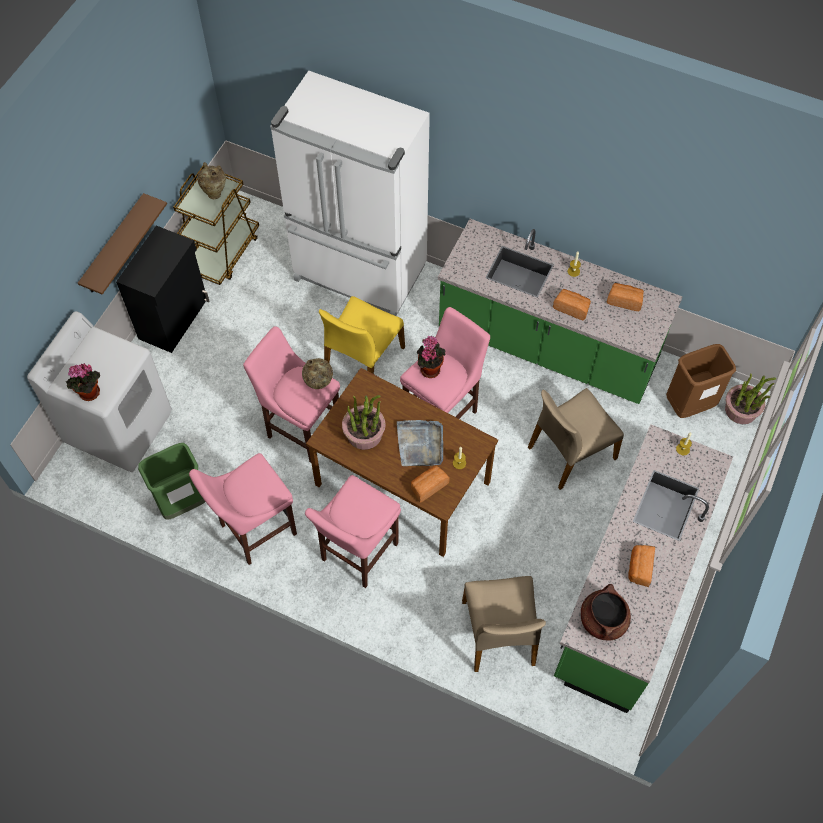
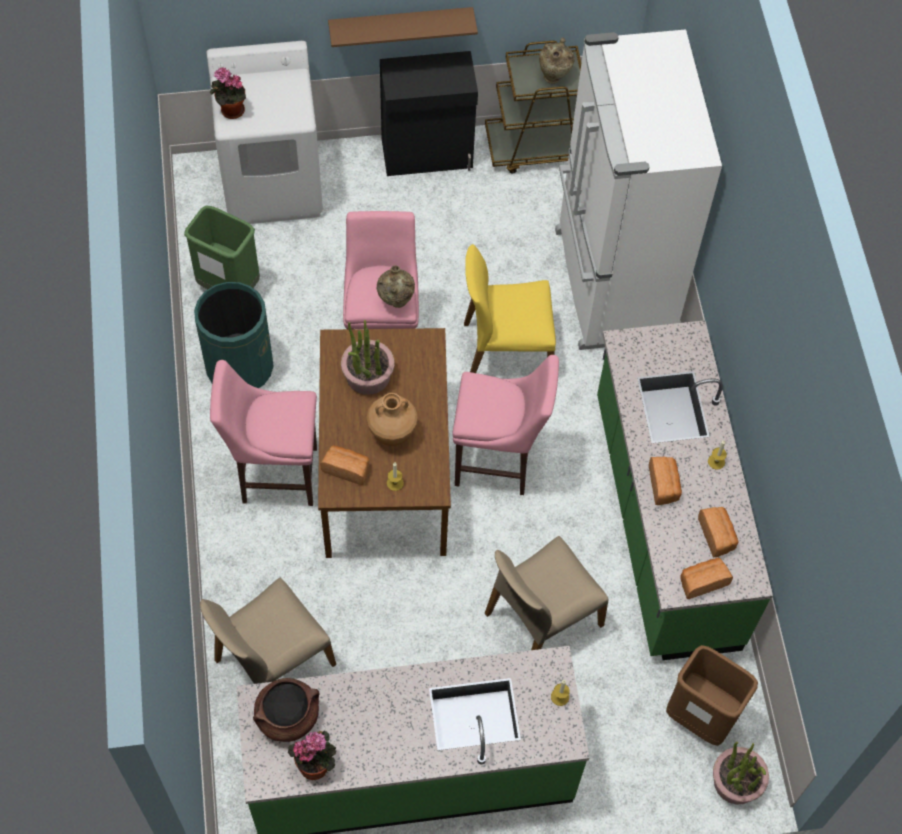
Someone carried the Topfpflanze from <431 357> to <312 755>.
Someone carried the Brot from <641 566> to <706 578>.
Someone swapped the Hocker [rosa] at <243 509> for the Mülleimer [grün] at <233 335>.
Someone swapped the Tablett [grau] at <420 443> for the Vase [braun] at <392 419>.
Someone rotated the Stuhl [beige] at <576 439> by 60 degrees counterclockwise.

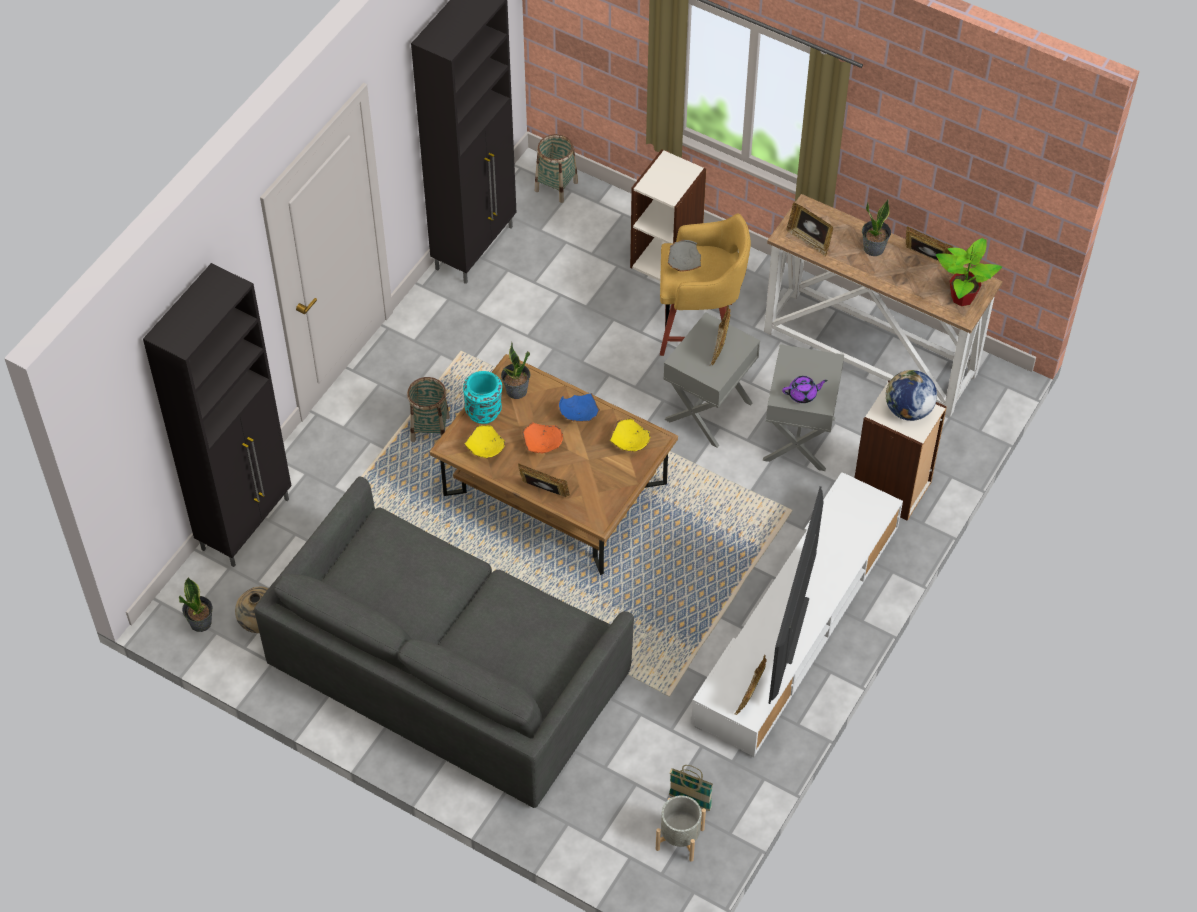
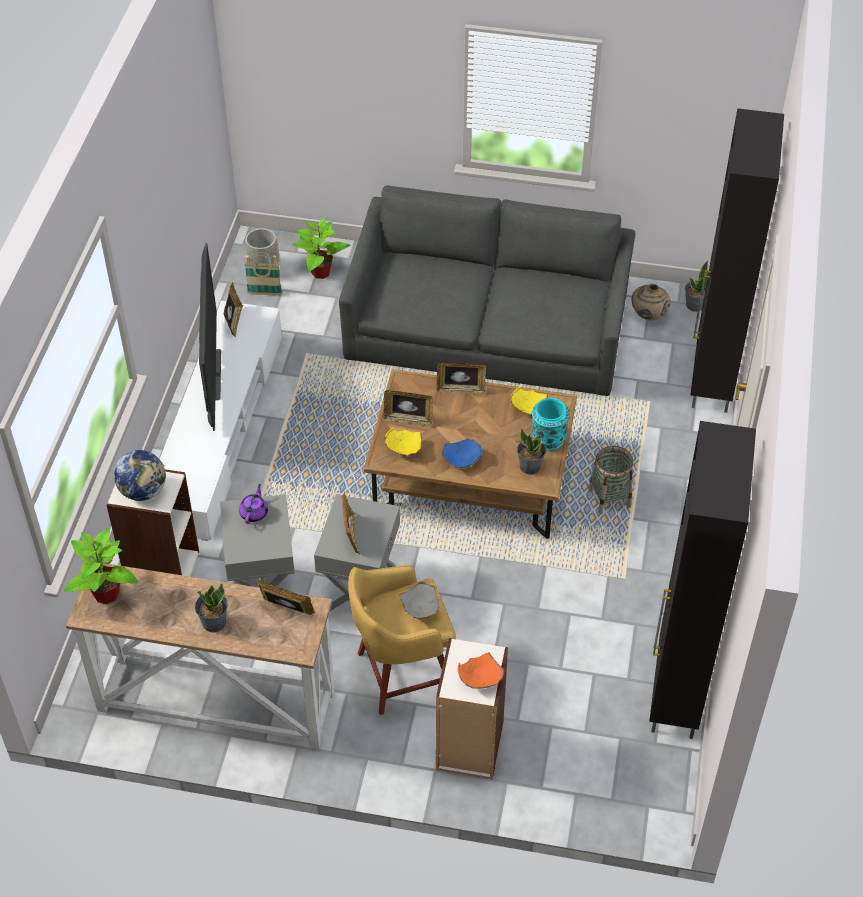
Someone took away the Korb at <556 168>.
Someone put down the Topfpflanze at <321 248>.
Someone carried the Schüssel [orange] from <542 437> to <481 670>.
Someone carried the Bilderrahmen from <929 243> to <408 408>.
Someone rotated the Teekanne [lila] at <805 389> by 135 degrees clockwise.

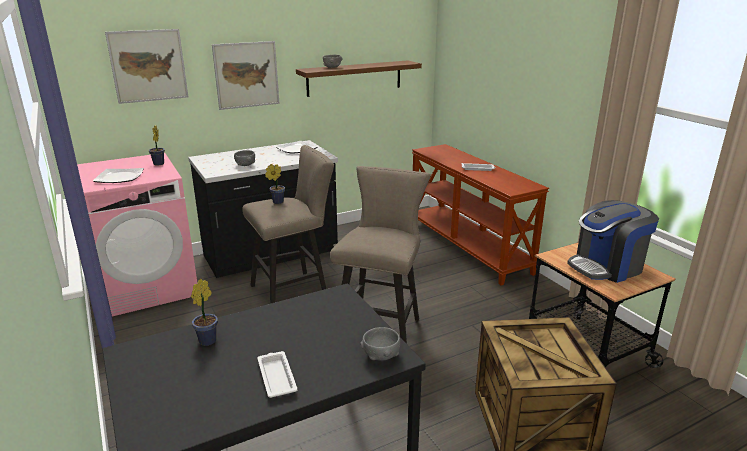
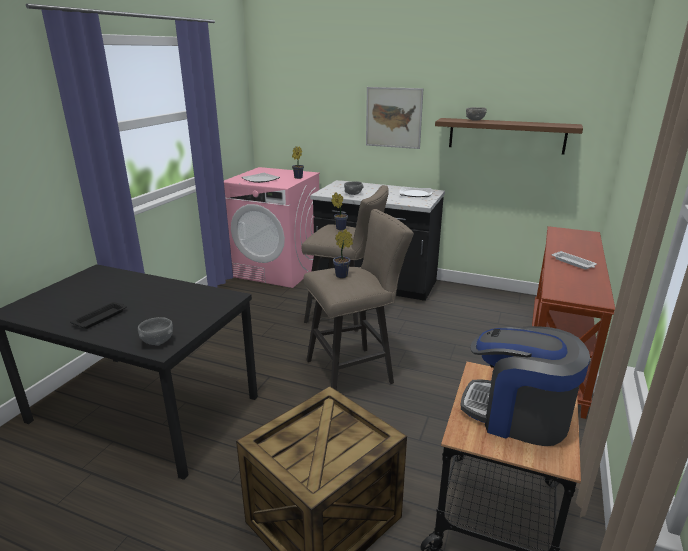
Someone took away the Bild at <147 66>.
Someone carried the Topfpflanze from <204 312> to <343 253>.
Someone repainted the Tablett [weiß] at <277 374>, which became the Tablett [schwarz] at <98 315>.

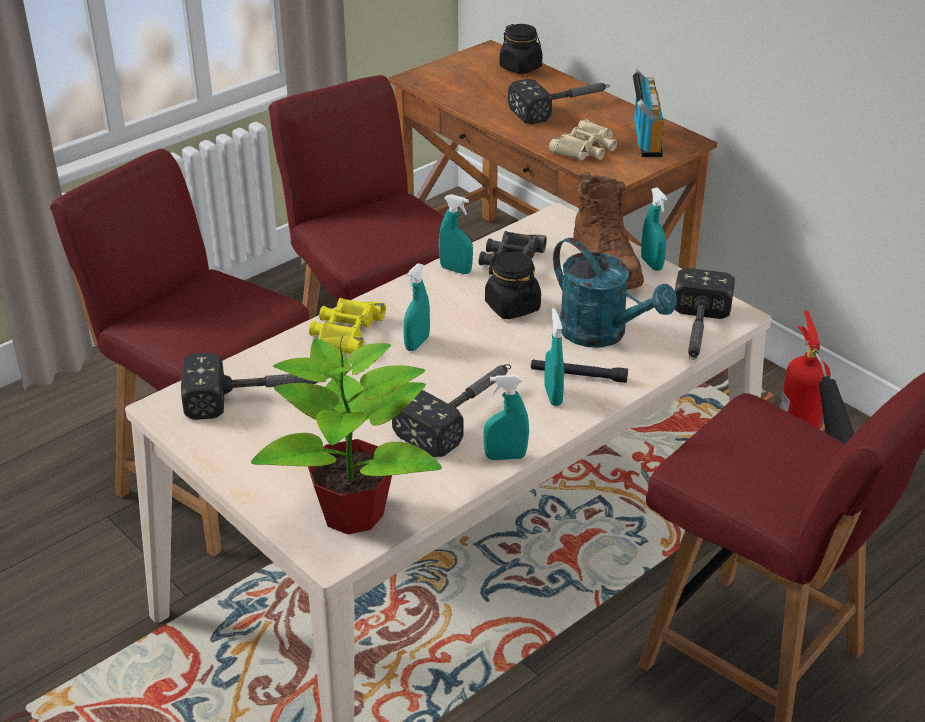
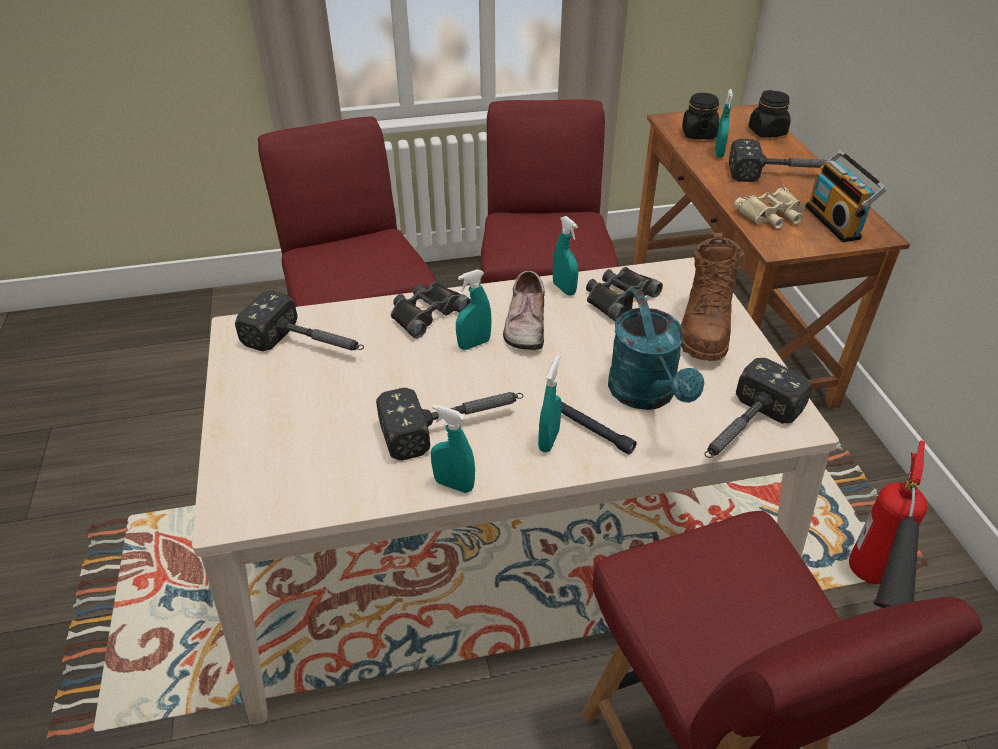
Someone took away the Topfpflanze at <346 435>.
Someone put down the Schuh at <524 310>.
Someone carried the Vorratsglas [schwarz] from <513 285> to <700 116>.
Someone carried the Sprühflasche [türkis] from <654 229> to <724 123>.
Someone repainted the Fernglas [gelb] at <347 326>, which became the Fernglas [schwarz] at <431 310>.
Someone rotated the Radio at <647 113> by 135 degrees clockwise.

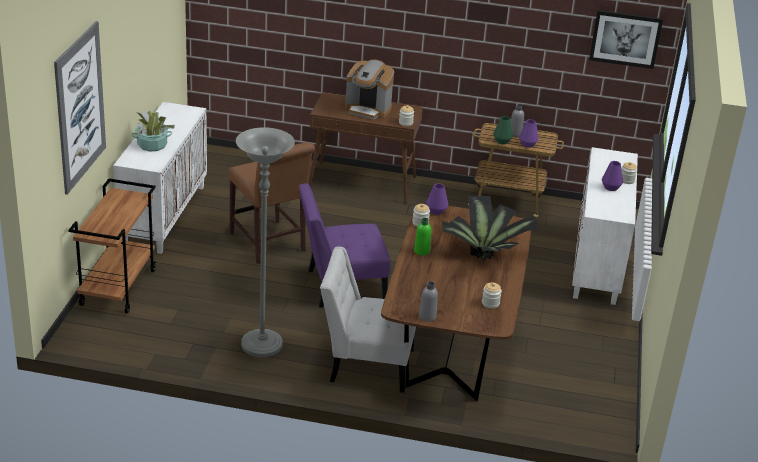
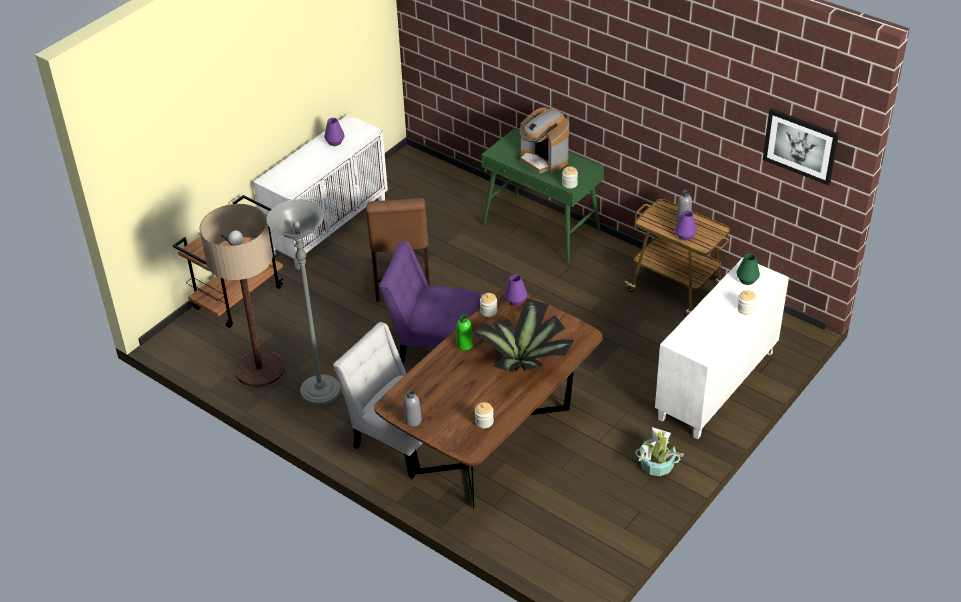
Someone took away the Bild at <80 108>.
Someone put down the Stehlampe at <242 296>.
Someone carried the Topfpflanze from <153 131> to <659 451>.
Someone carried the Vase [grün] from <503 130> to <748 269>.
Someone carried the Vase [lila] from <612 176> to <334 132>.
Someone repainted the Konsolentisch [braun] at <366 147>, which became the Konsolentisch [grün] at <542 196>.

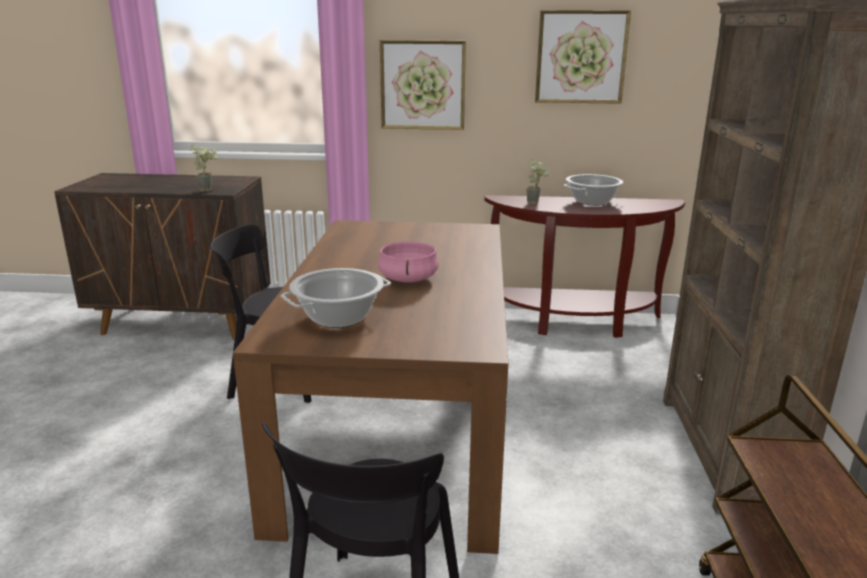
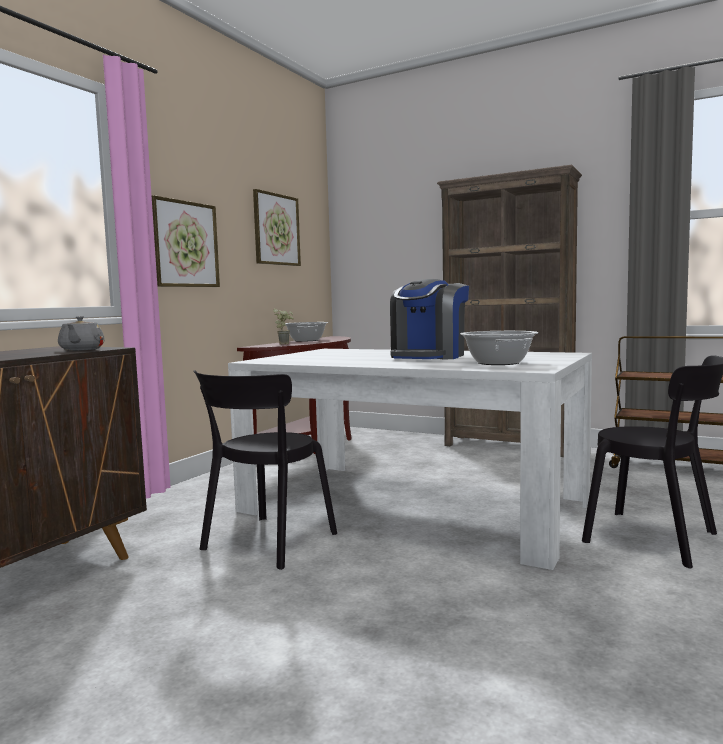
Someone swapped the Topfpflanze at <204 168> for the Teekanne [grau] at <81 333>.
Someone swapped the Kochtopf [rosa] at <408 261> for the Kaffeemaschine at <429 319>.
Someone repainted the Esstisch [braun] at <370 387>, which became the Esstisch [weiß] at <410 459>.

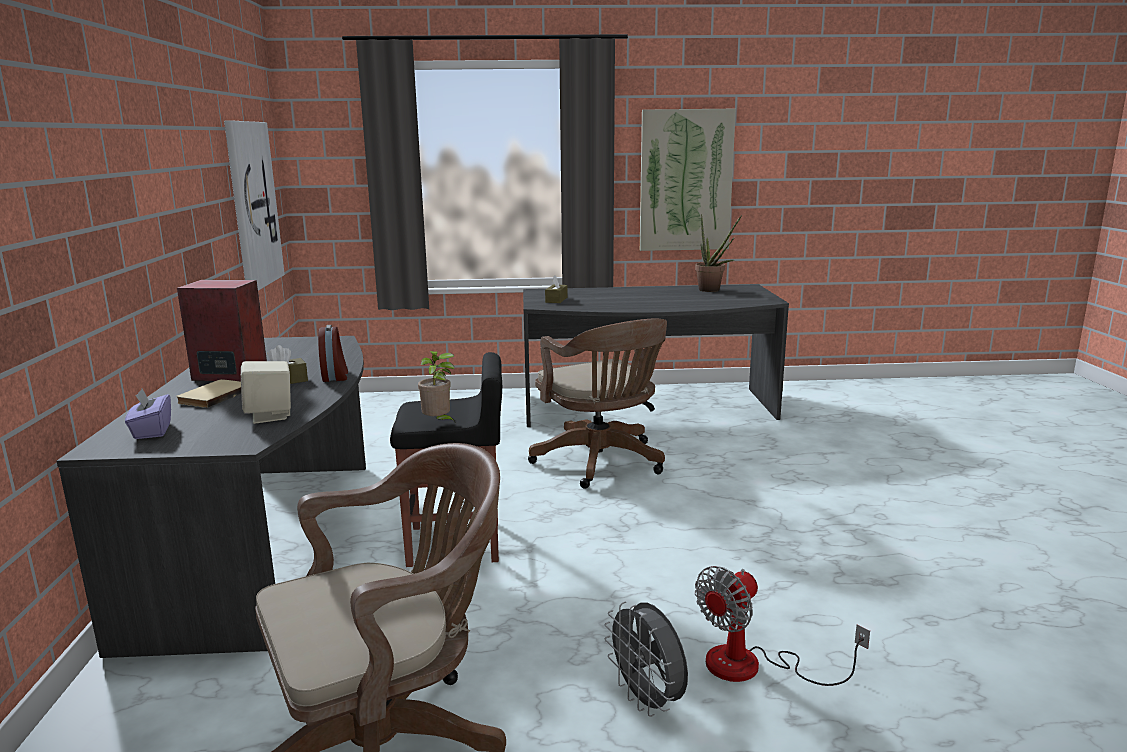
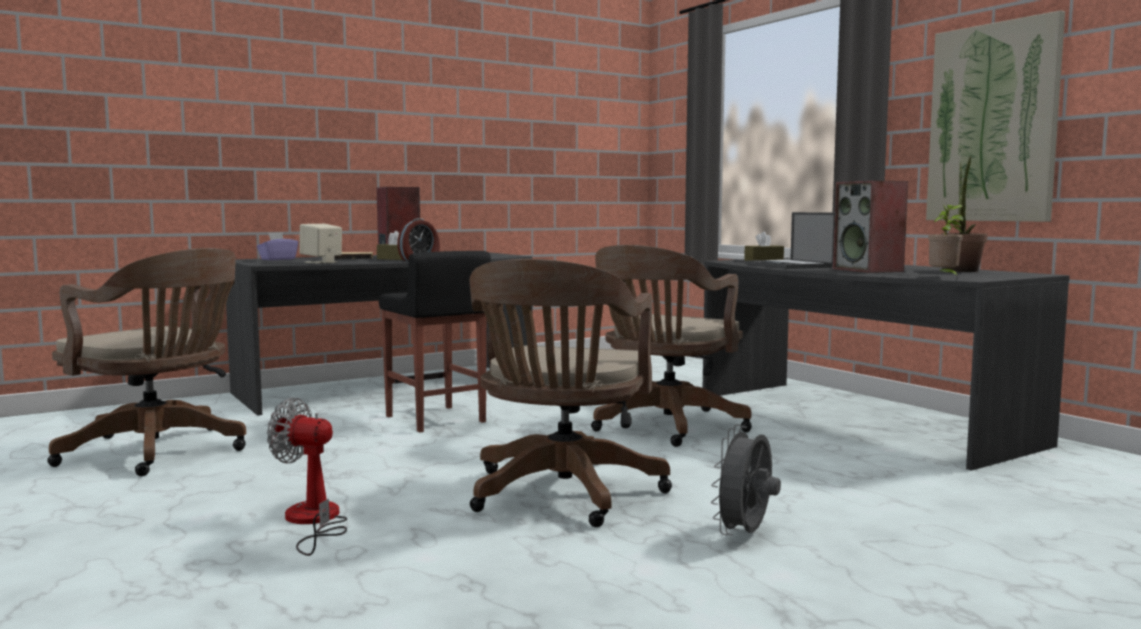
Someone took away the Bild at <254 205>.
Someone put down the Bürostuhl [braun] at <570 393>.
Someone put down the Laptop at <790 240>.
Someone put down the Lautsprecher at <870 227>.
Someone carried the Topfpflanze from <437 387> to <946 242>.
Someone carried the Ventilator [grau] from <646 659> to <746 480>.

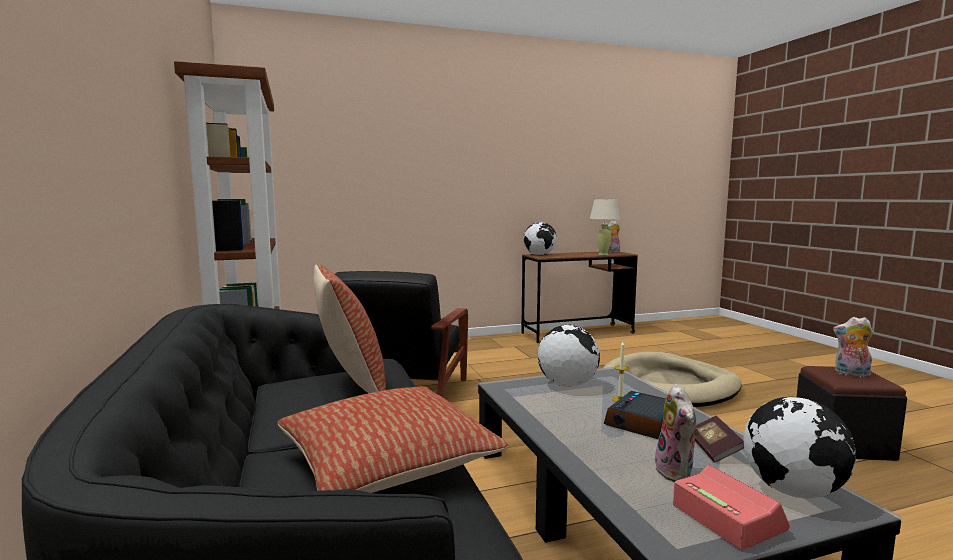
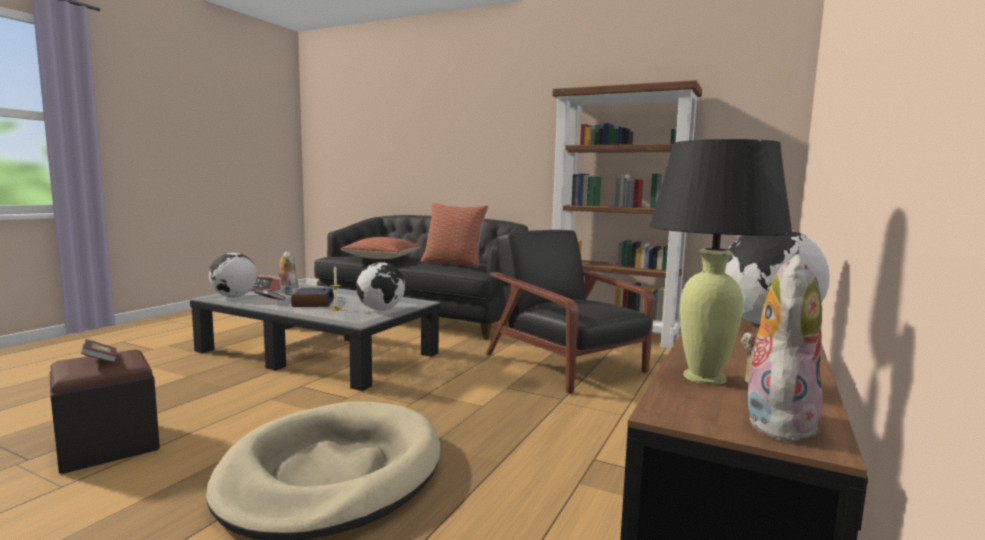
Someone swapped the Plüschtier at <853 347> for the Buch at <99 350>.
Someone repainted the Tischlampe [beige] at <605 227>, which became the Tischlampe [schwarz] at <721 262>.

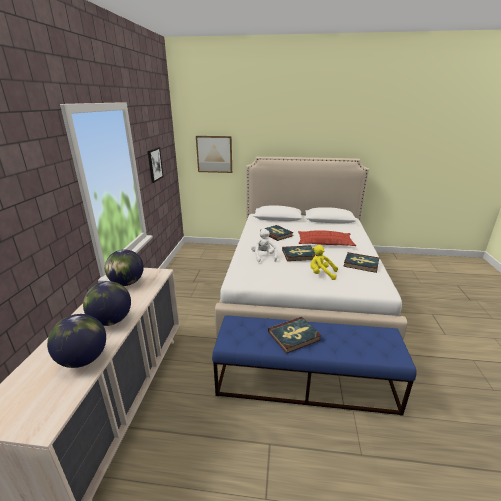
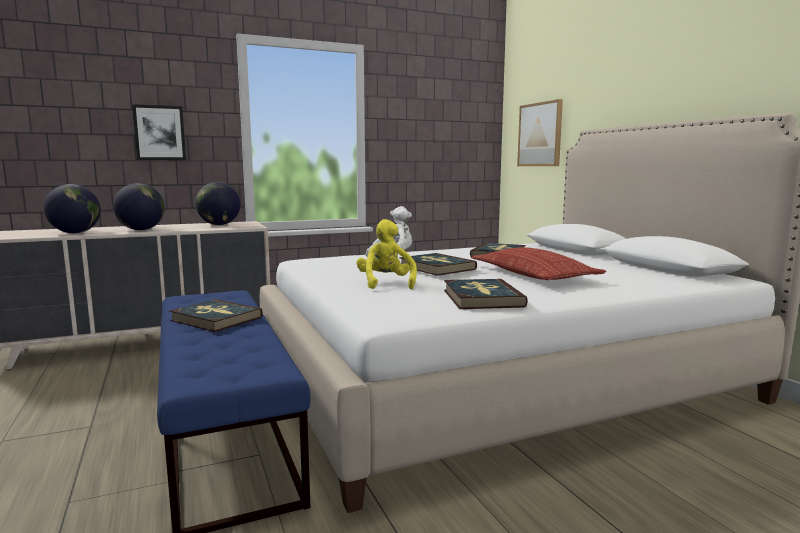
Someone carried the Bild from <156 165> to <159 132>.

